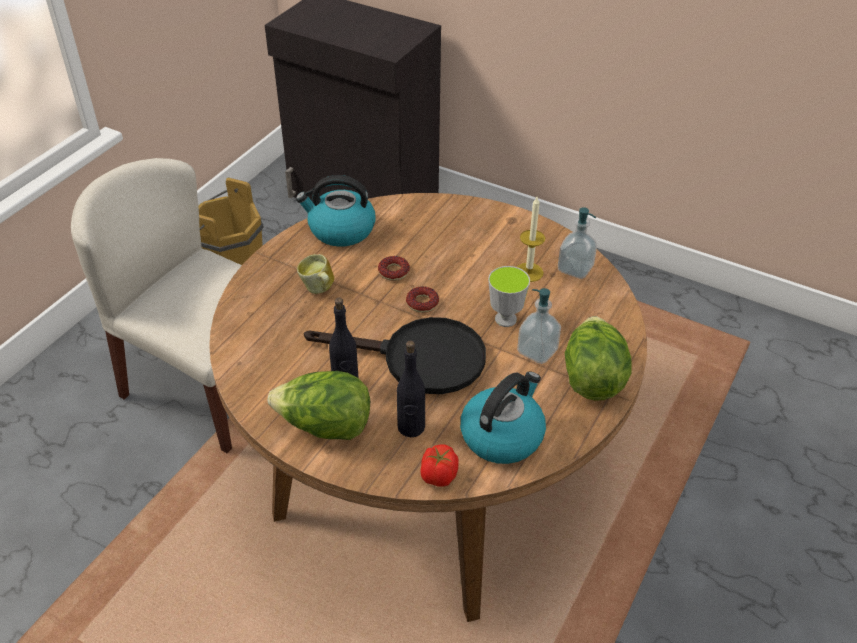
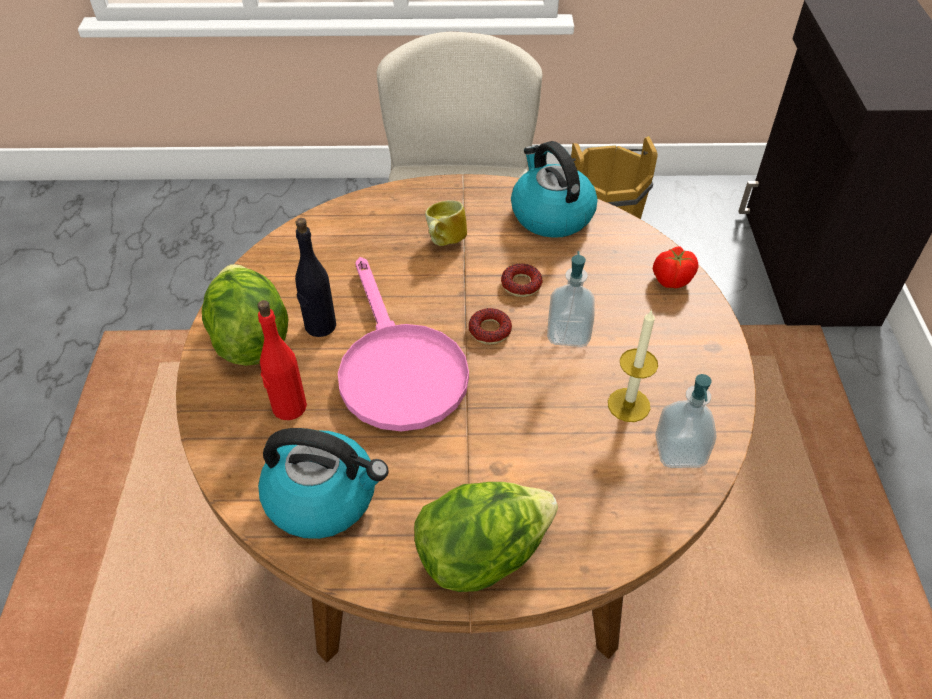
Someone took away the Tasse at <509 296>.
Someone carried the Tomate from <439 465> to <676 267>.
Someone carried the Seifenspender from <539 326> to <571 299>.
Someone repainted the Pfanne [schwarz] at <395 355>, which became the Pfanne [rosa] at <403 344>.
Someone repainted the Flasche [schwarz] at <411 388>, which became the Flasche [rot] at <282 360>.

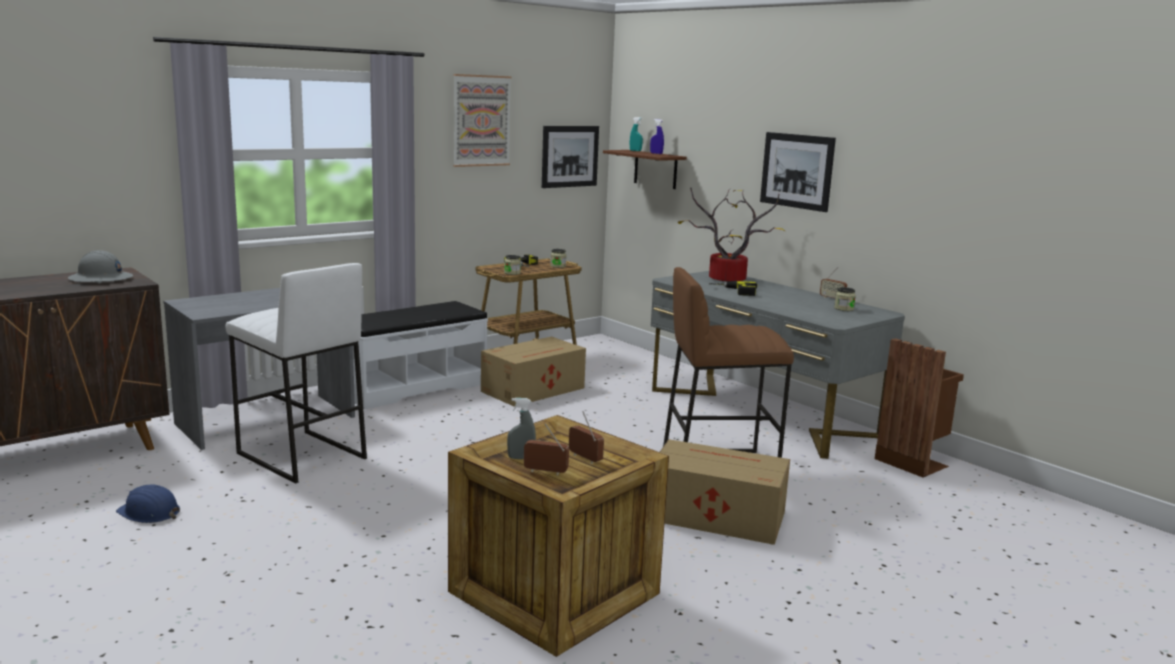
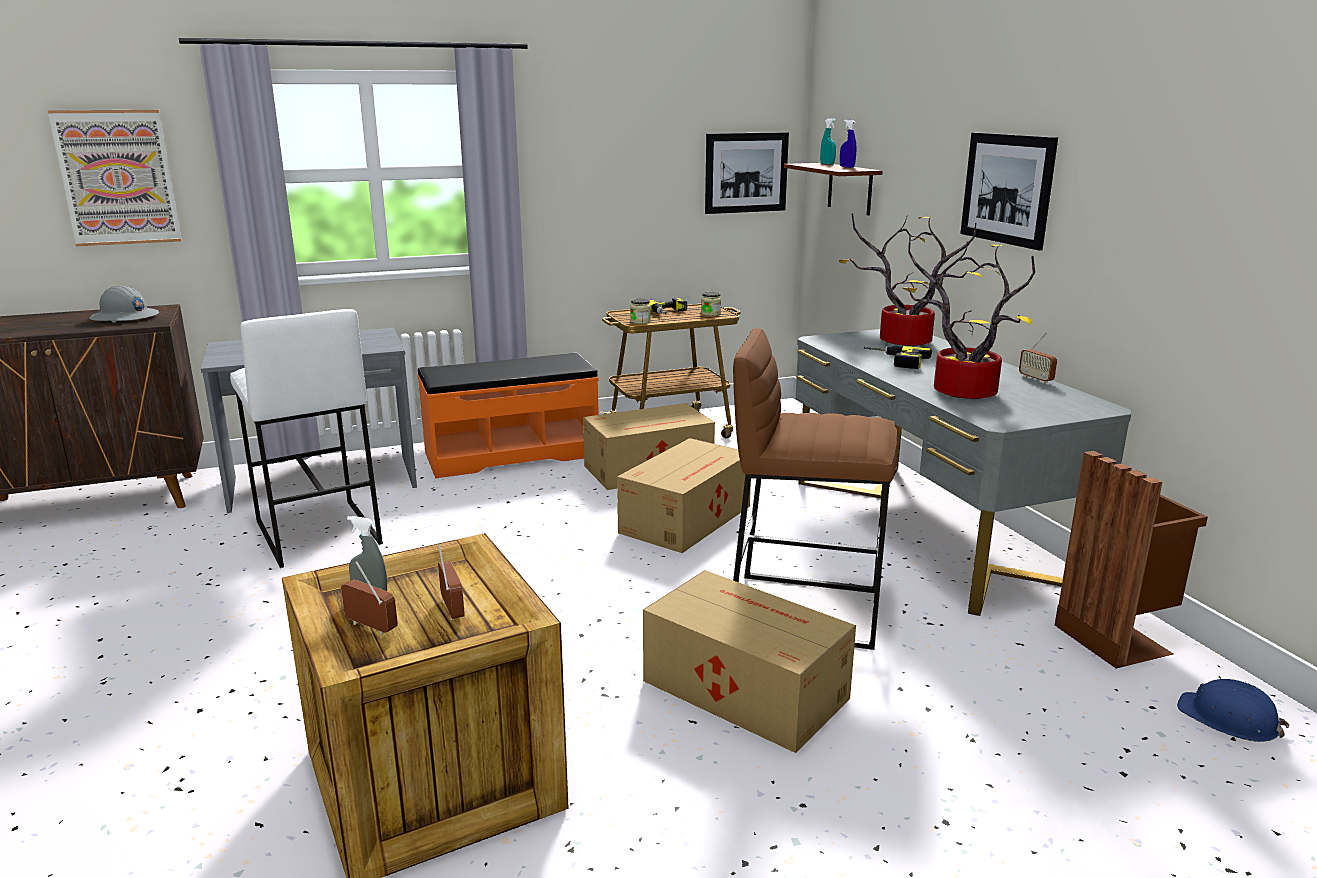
Someone took away the Vorratsglas at <845 299>.
Someone put down the Karton at <684 495>.
Someone put down the Topfpflanze at <968 317>.
Someone carried the Schutzhelm [blau] from <148 503> to <1233 710>.
Someone carried the Bild from <482 120> to <114 178>.
Someone repainted the Bank [weiß] at <420 355>, which became the Bank [orange] at <508 416>.

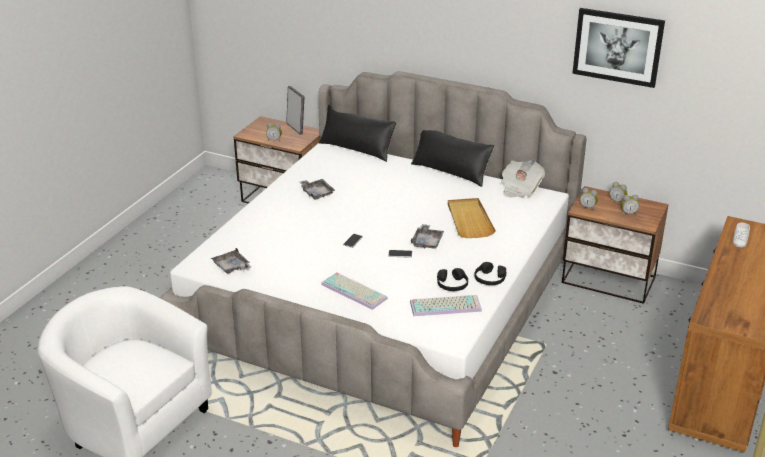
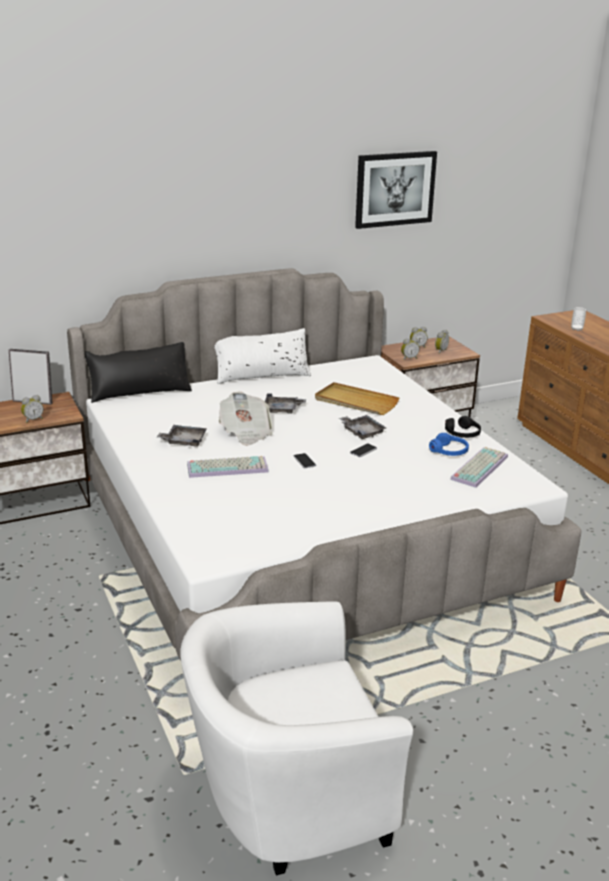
Someone carried the Tablett [grau] from <231 261> to <285 404>.
Someone carried the Tastatur from <354 291> to <228 467>.
Someone carried the Zeitung from <523 178> to <245 419>.
Someone repainted the Kissen [schwarz] at <452 158>, which became the Kissen [weiß] at <262 356>.
Someone repainted the Kopfhörer [schwarz] at <452 279>, which became the Kopfhörer [blau] at <449 444>.

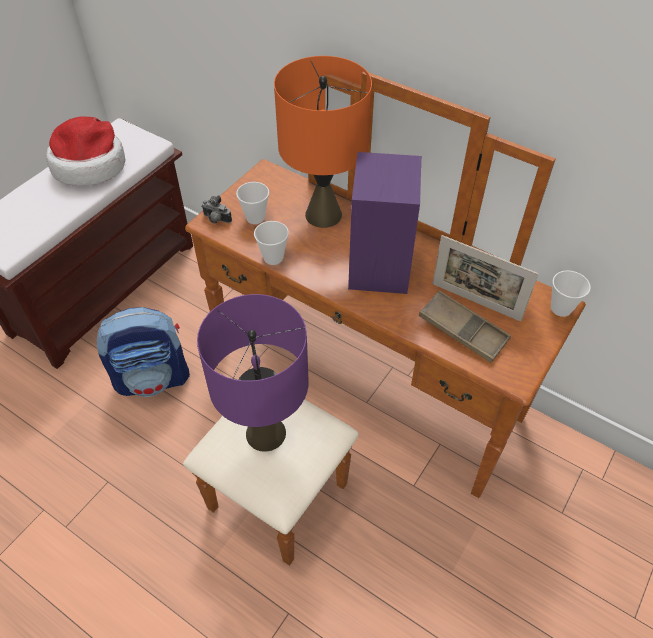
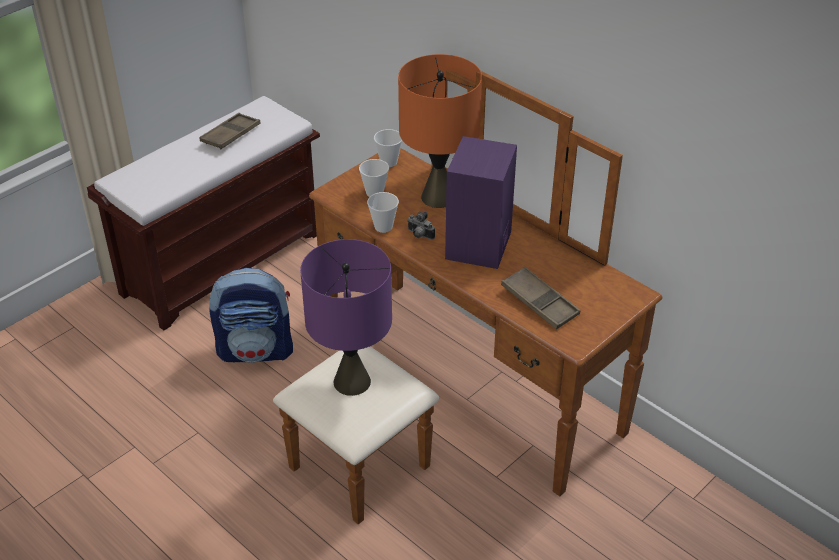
Someone took away the Bilderrahmen at <485 278>.
Someone carried the Kamera from <216 209> to <421 226>.
Someone carried the Tasse from <571 293> to <388 148>.
Someone swapped the Hut at <86 151> for the Tablett [braun] at <230 131>.

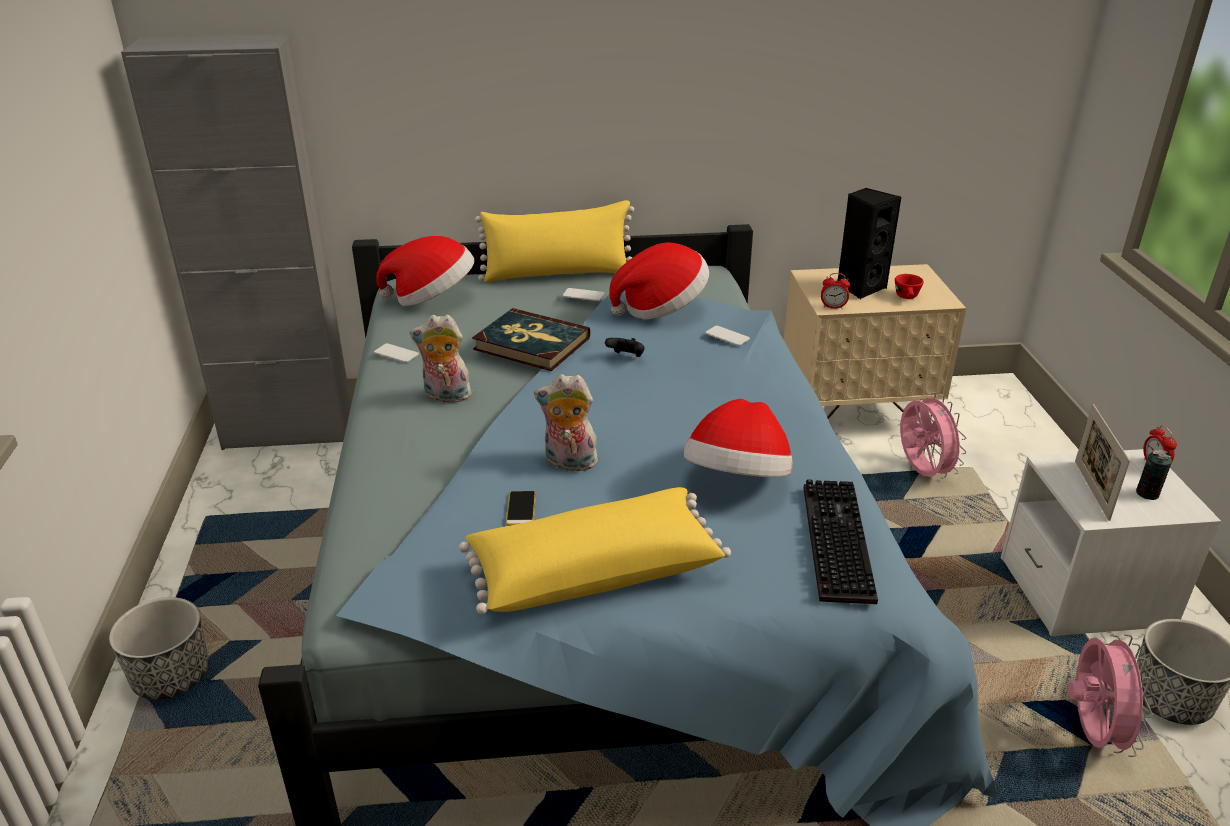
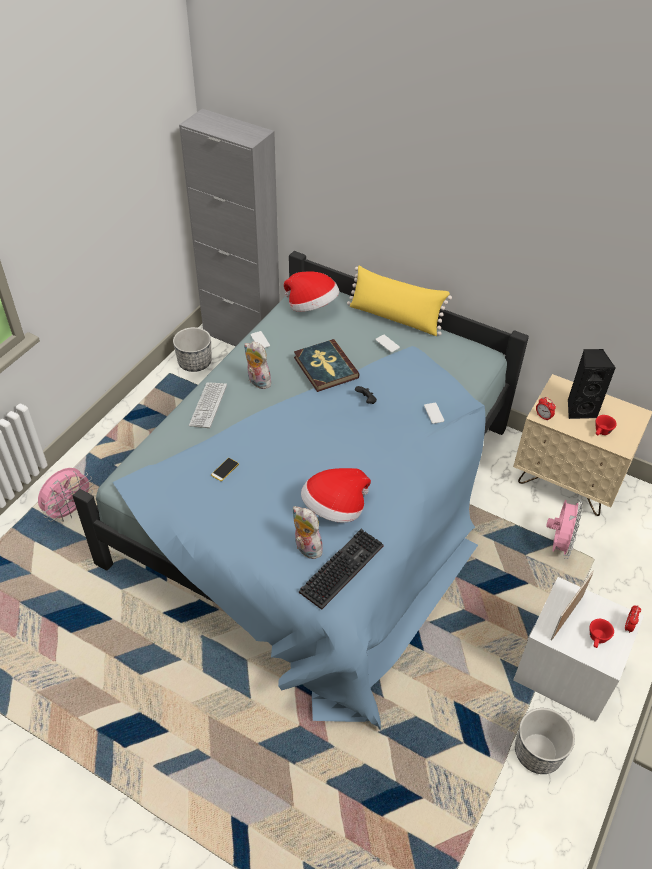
Someone took away the Kissen [gelb] at <595 550>.
Someone took away the Hut at <659 280>.
Someone put down the Tastatur at <208 405>.
Someone carried the Pflanzkübel from <159 648> to <192 349>.
Someone carried the Plüschtier from <567 422> to <307 532>.
Someone carried the Ventilator [rosa] from <1110 695> to <66 495>.
Someone swapped the Dose at <1154 474> for the Tasse [rot] at <602 633>.

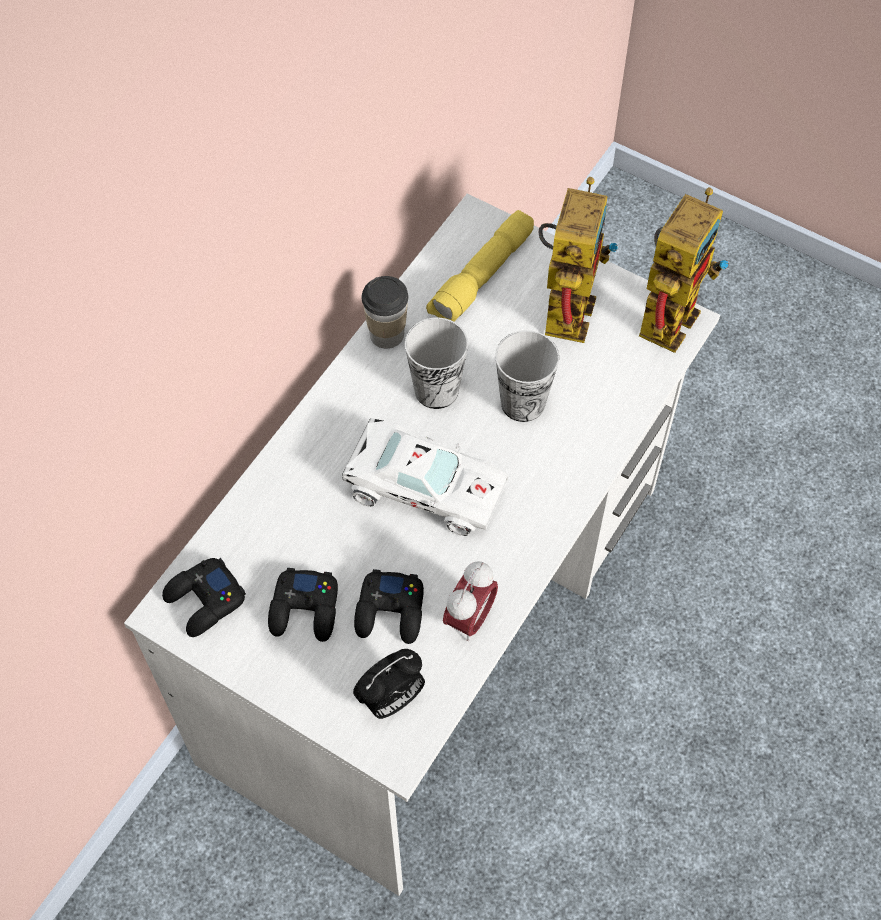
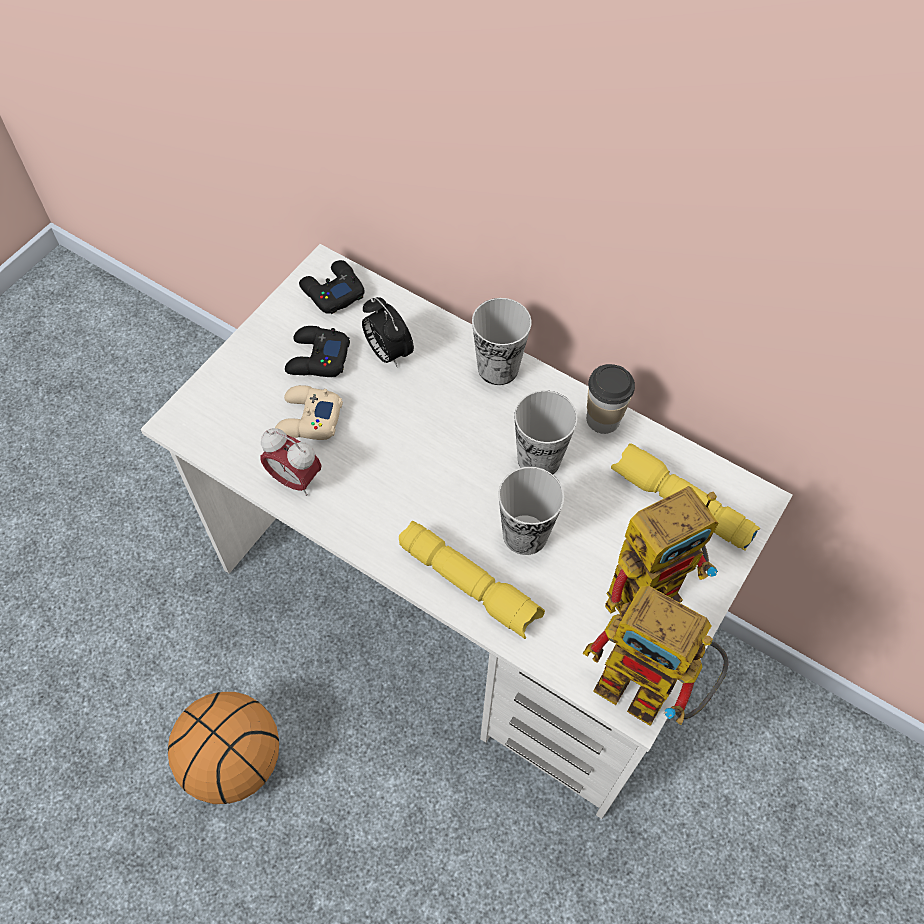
Someone took away the Spielzeugauto [weiß] at <425 477>.
Someone put down the Basketball at <223 748>.
Someone put down the Taschenlampe [gelb] at <472 580>.
Someone put down the Tasse at <502 341>.
Someone carried the Wecker from <389 684> to <388 332>.
Someone repainted the Gamepad [schwarz] at <389 606>, which became the Gamepad [beige] at <309 412>.
Someone rotated the Spielzeugroboter at <578 260> by 45 degrees counterclockwise.

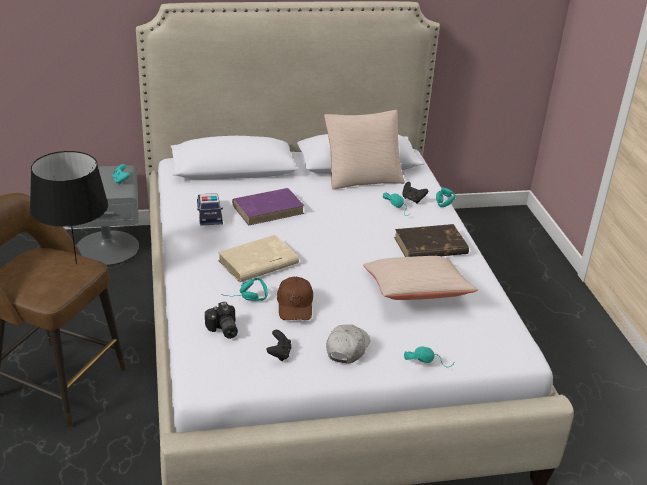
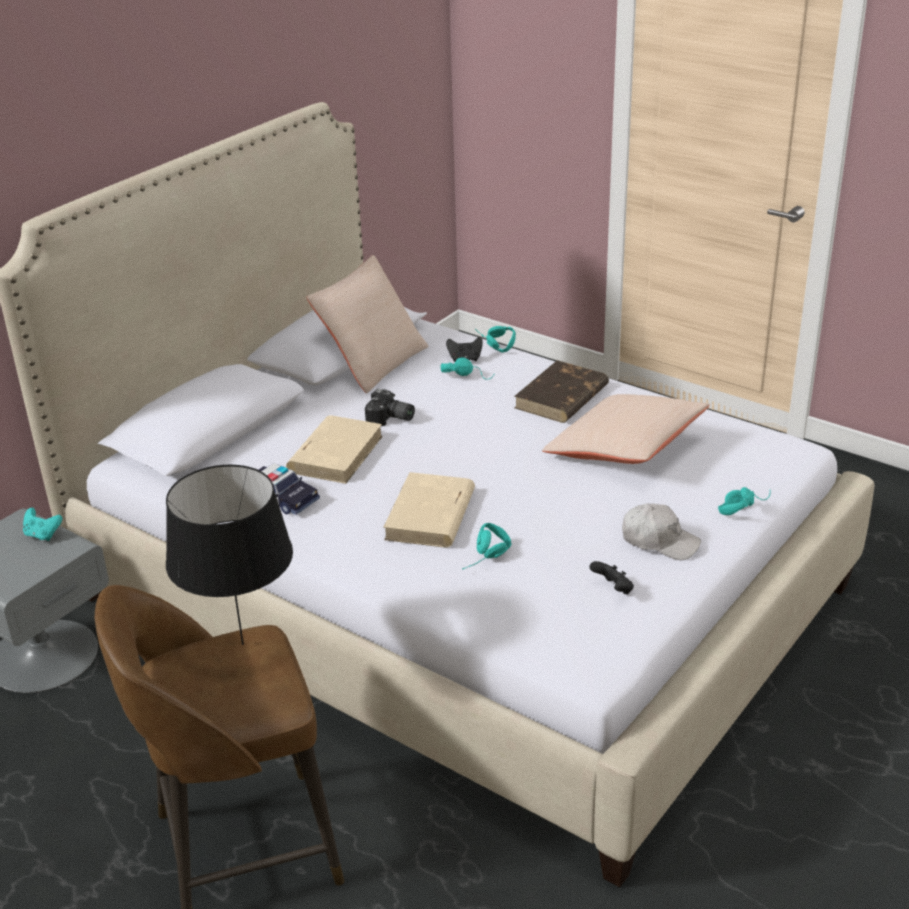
Someone took away the Kappe [braun] at <295 298>.
Someone carried the Kamera from <221 320> to <390 407>.
Someone repainted the Buch [lila] at <268 207>, which became the Buch [beige] at <334 449>.
Someone rotated the Kappe [weiß] at <348 344> by 135 degrees clockwise.

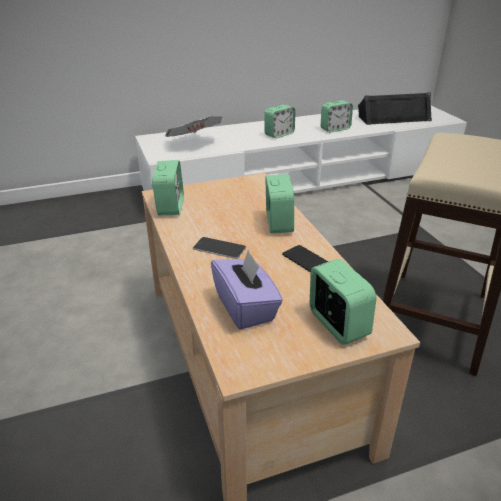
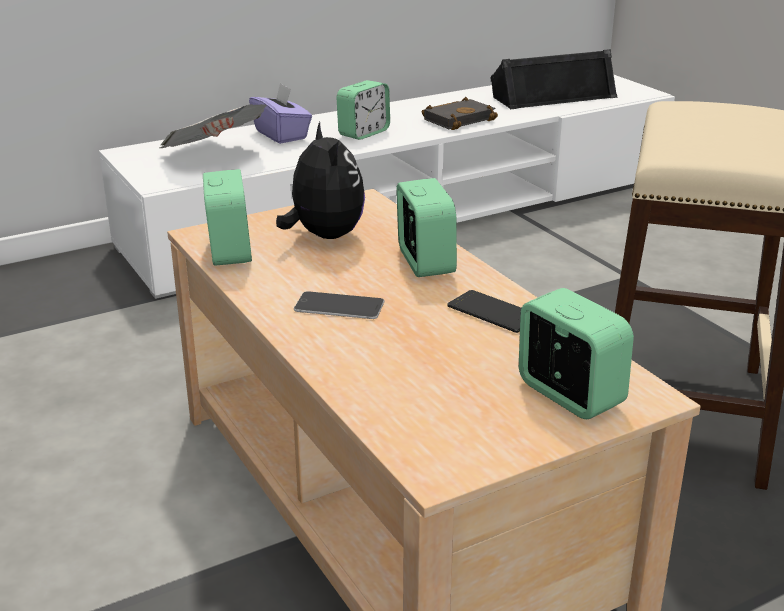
Someone put down the Plüschtier at <320 180>.
Someone carried the Taschentuchbox [lila] from <247 289> to <280 113>.
Someone swapped the Wecker at <337 116> for the Buch [schwarz] at <460 113>.

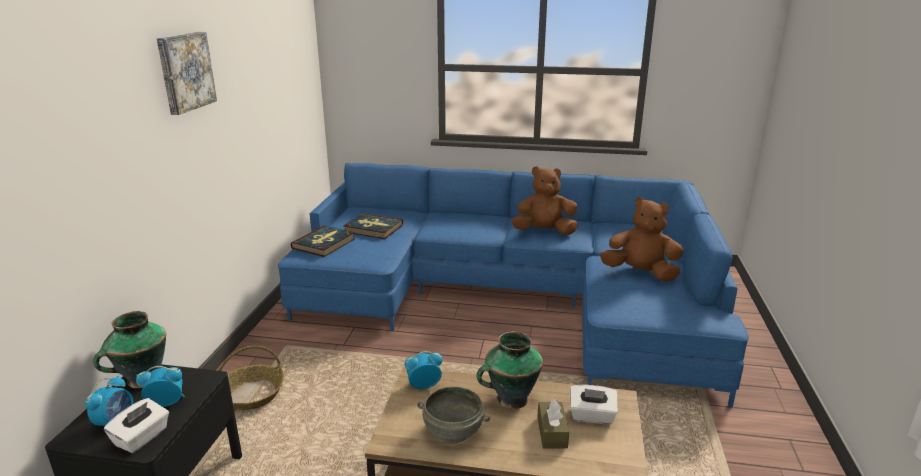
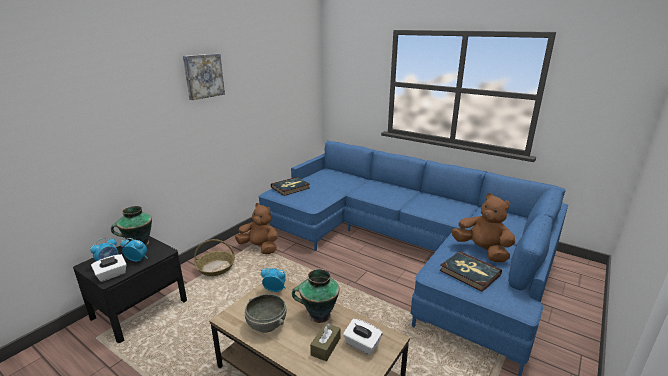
Someone carried the Buch from <373 226> to <471 271>.
Someone carried the Plüschtier [braun] from <544 200> to <256 228>.

